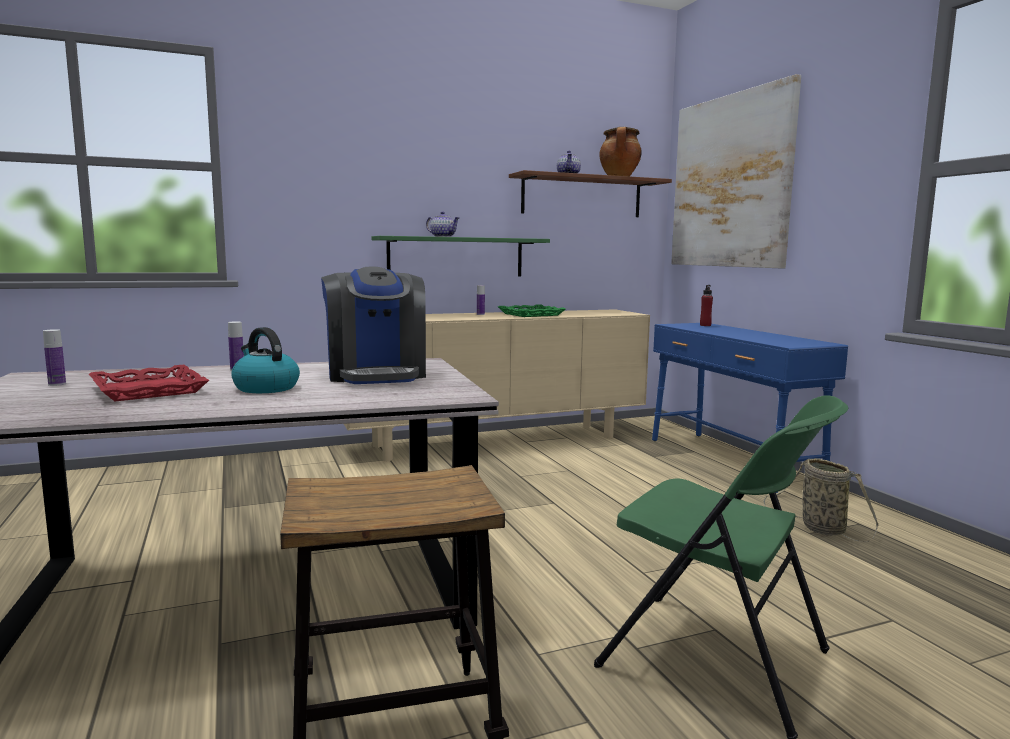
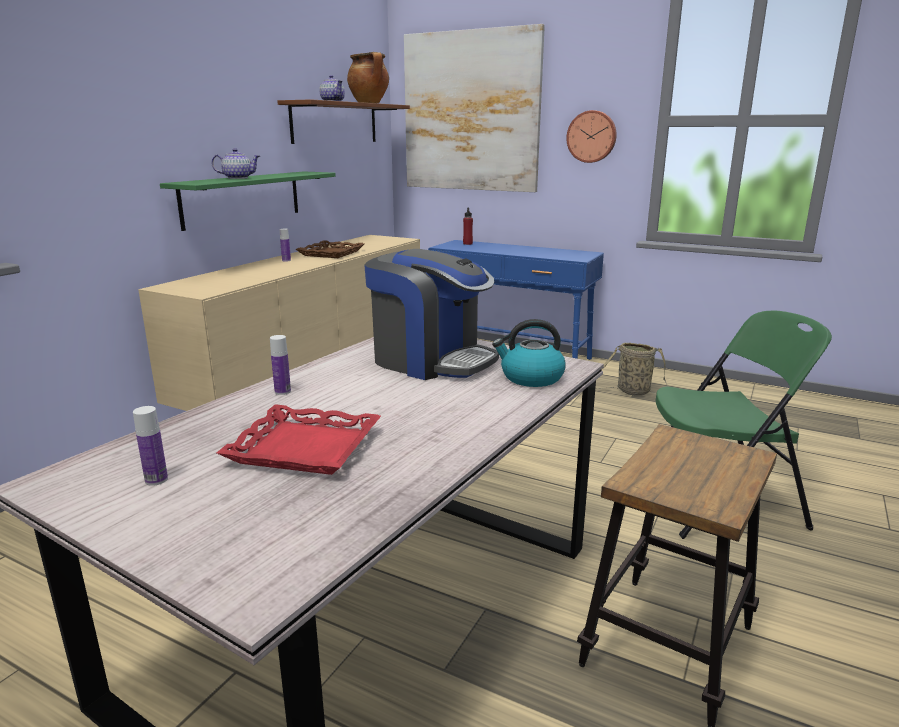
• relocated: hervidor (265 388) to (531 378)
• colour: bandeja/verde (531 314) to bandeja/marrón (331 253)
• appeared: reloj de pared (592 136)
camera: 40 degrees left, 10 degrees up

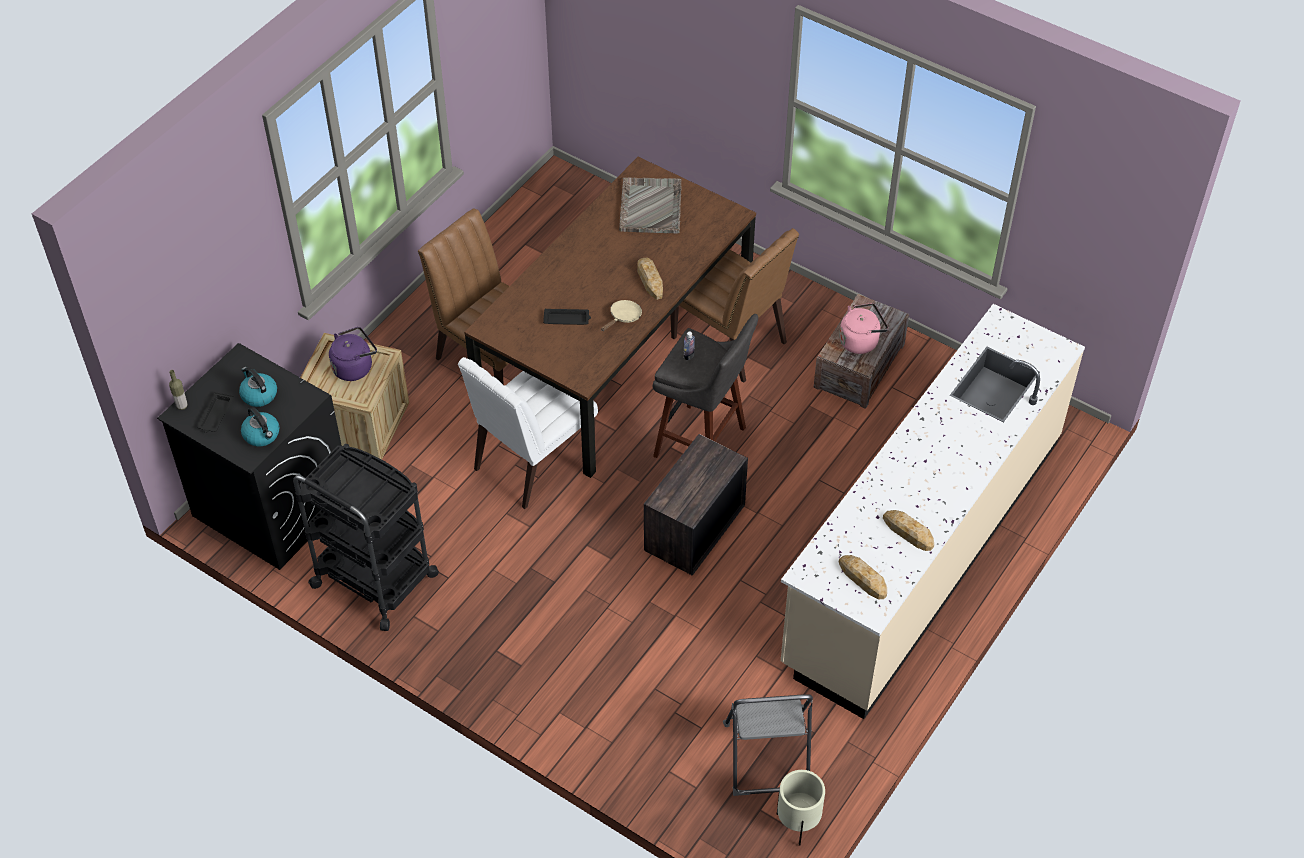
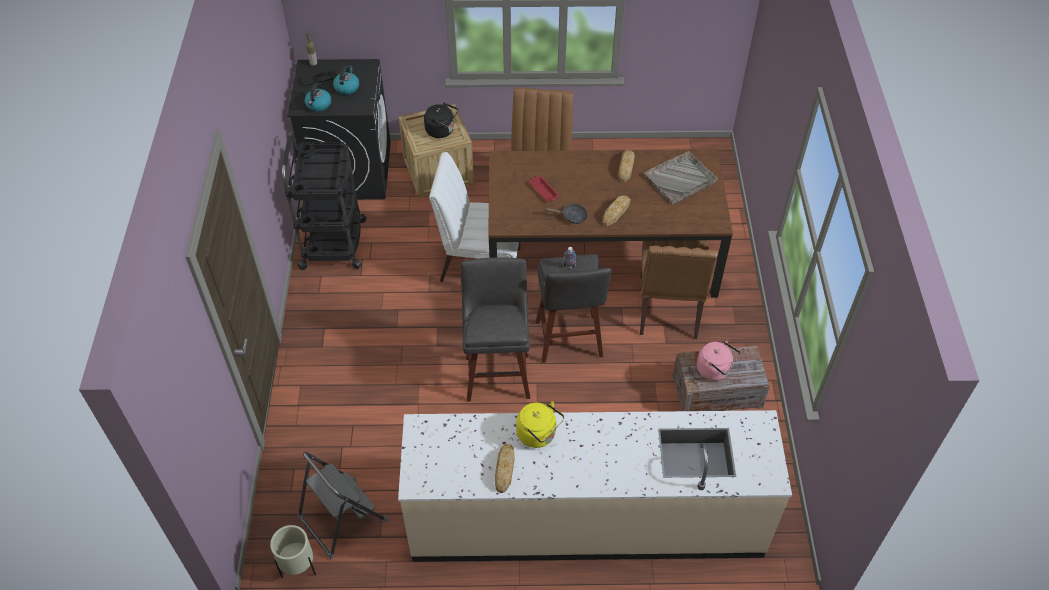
• colour: hervidor/morado (354 367) to hervidor/negro (442 131)
• colour: bandeja/negro (567 319) to bandeja/rojo (544 191)
• colour: sartén/beis (623 317) to sartén/negro (571 216)
• exchanged: caja de embalaje (695 526) to taburete/gris (498 375)
• relocated: pan (862 579) to (626 167)
• appeared: hervidor/amarillo (539 435)
camera: 55 degrees right, 0 degrees up

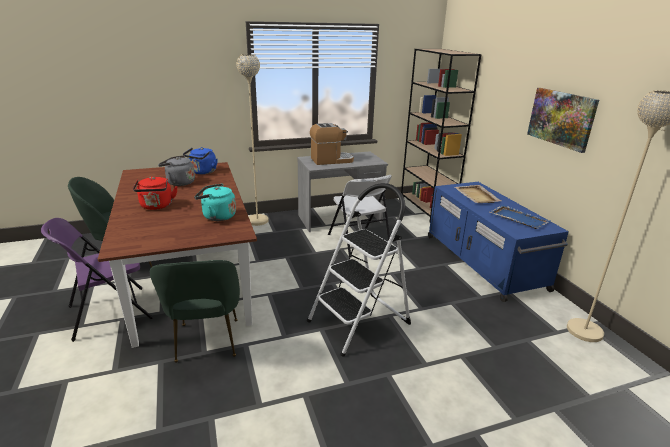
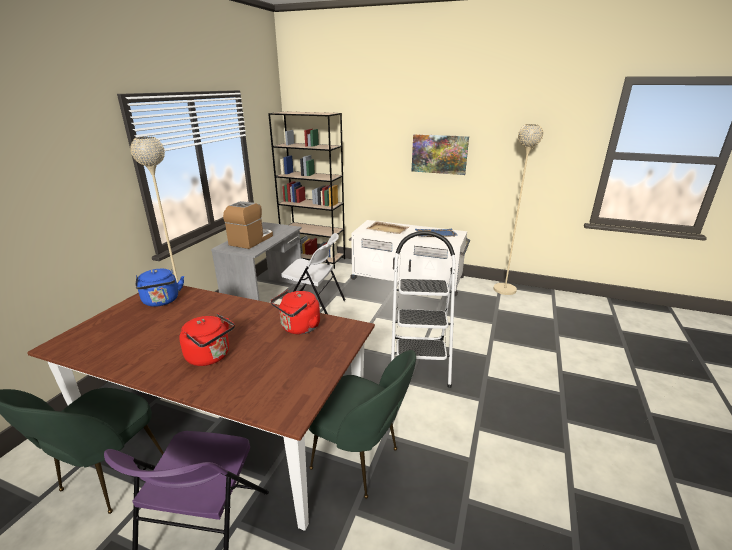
• missing: hervidor/gris (179 182)
• colour: hervidor/turquesa (217 216) to hervidor/rojo (298 328)
• colour: armario/azul (483 262) to armario/blanco (407 278)
camera: 50 degrees left, 0 degrees up

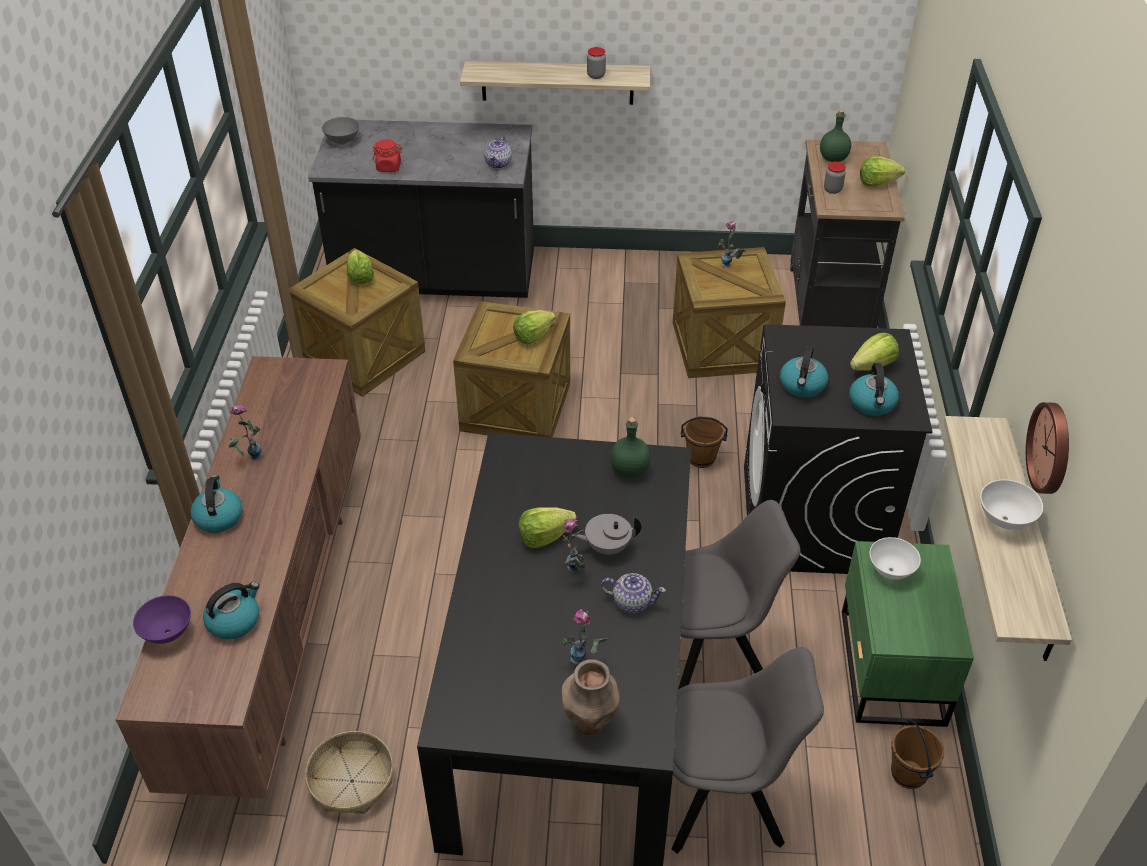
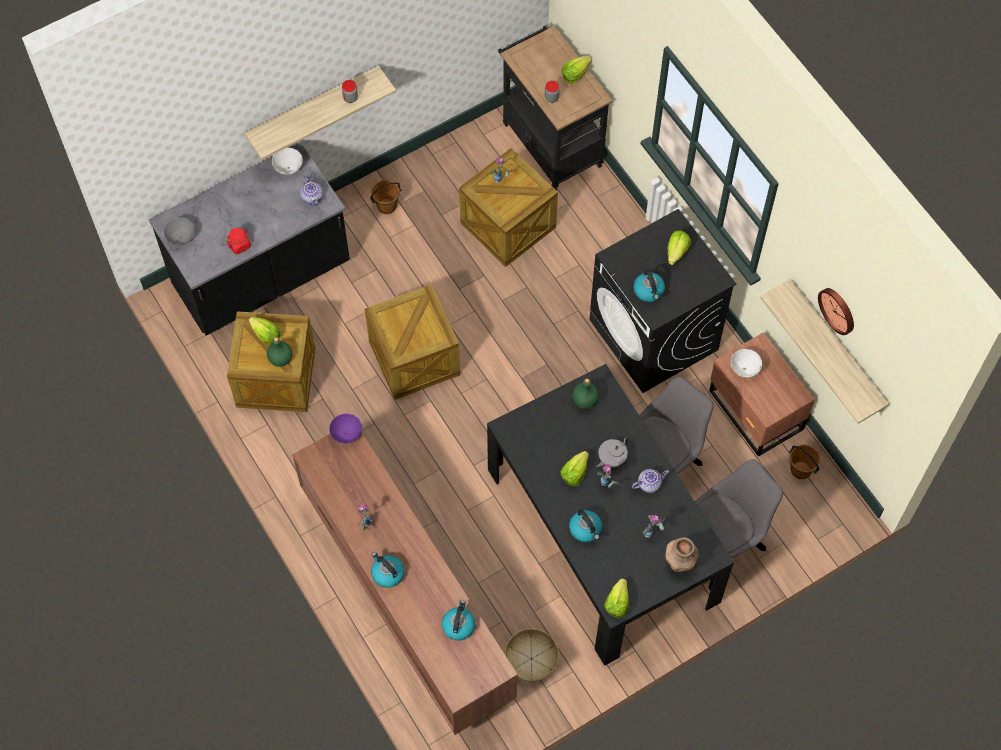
• relocated: cuenco/morado (167 633) to (346 434)
• relocated: lechuga (533 336) to (617 603)
• relocated: cubo/marrón (701 458) to (386 206)
• relocated: botella/verde (833 159) to (280 359)
• colour: mesita de noche/verde (889 669) to mesita de noche/marrón (755 412)
• relocated: hervidor (872 403) to (586 529)
• relocated: cuenco/blanco (1004 520) to (288 168)
camera: 35 degrees left, 20 degrees up

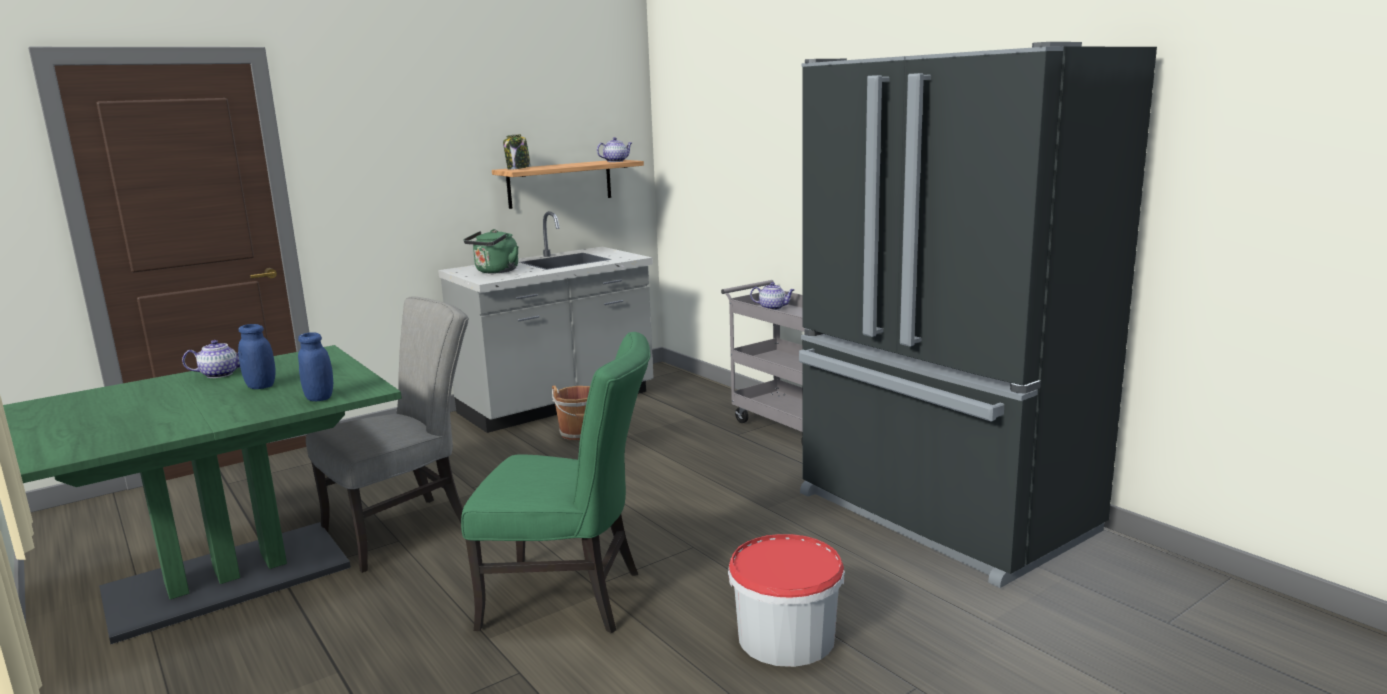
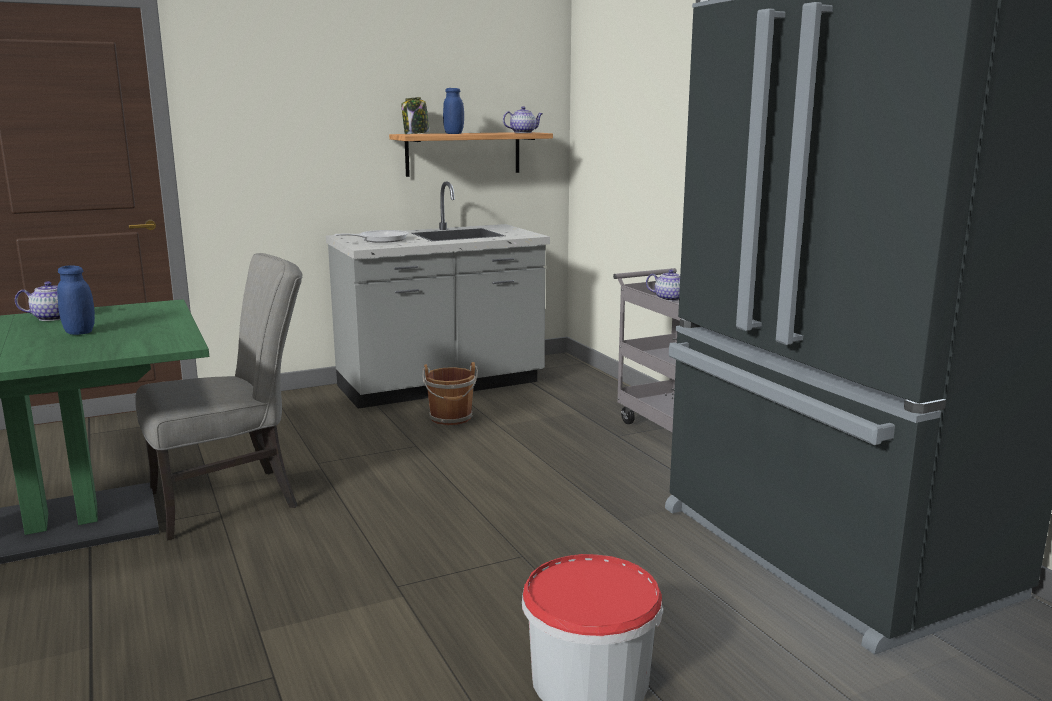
• relocated: tarro/azul (319 398) to (454 134)
• missing: silla/verde (572 598)
• exchanged: hervidor/verde (495 271) to sartén (379 240)
camera: 10 degrees right, 0 degrees up

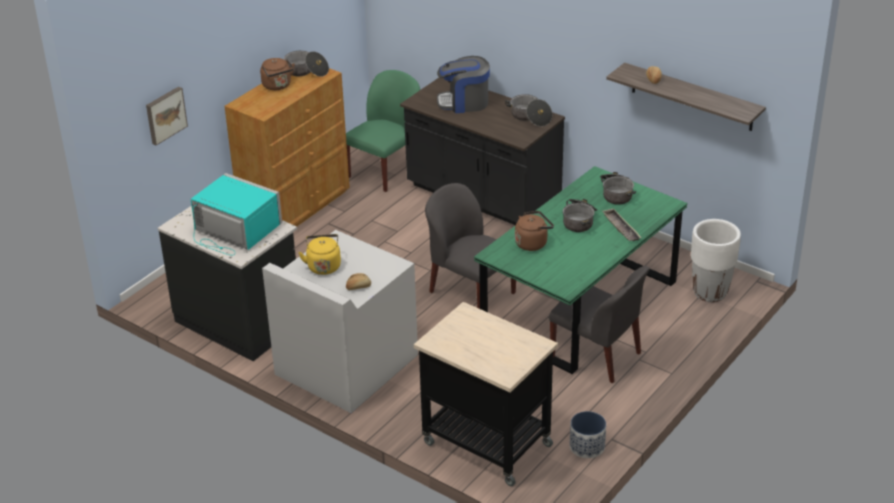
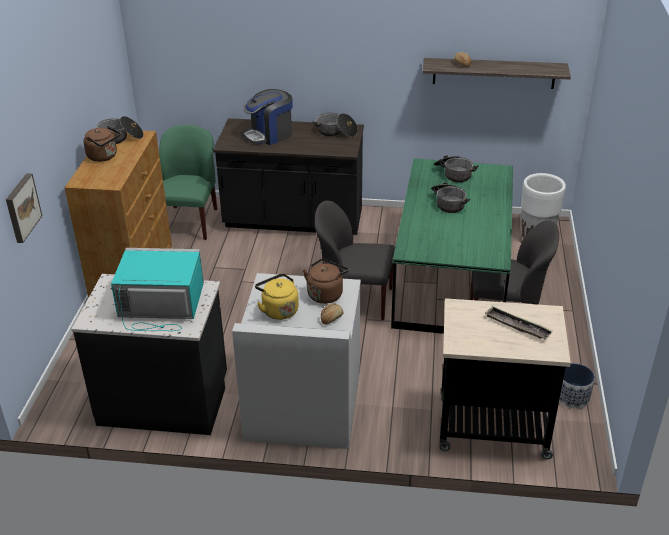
• relocated: hervidor/marrón (532 243) to (326 294)
• relocated: bandeja (621 228) to (517 326)
camera: 30 degrees left, 0 degrees up

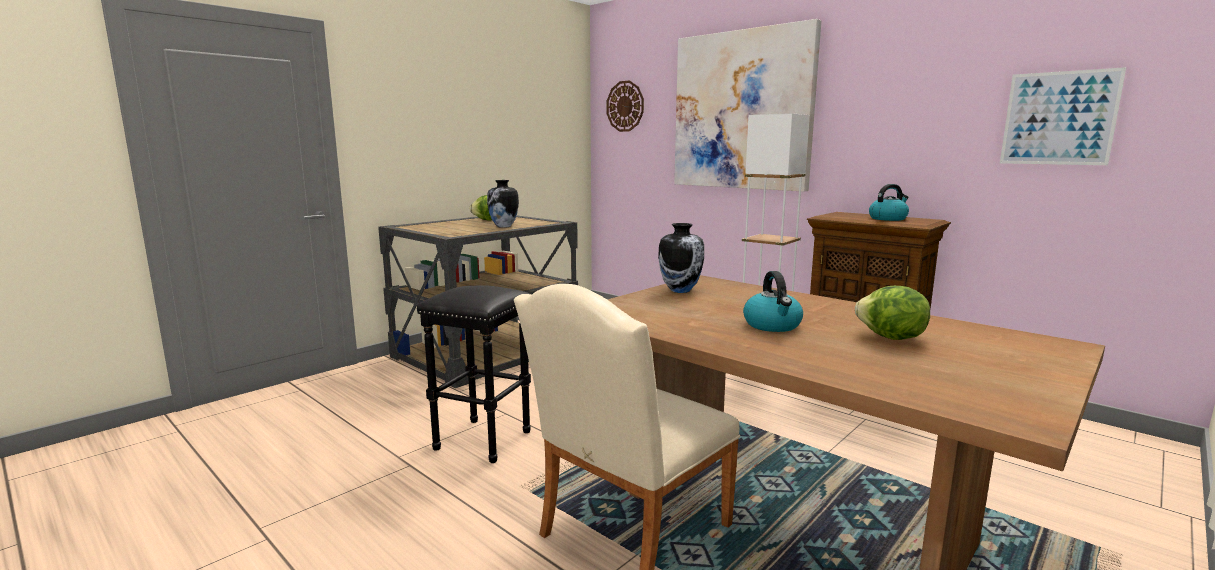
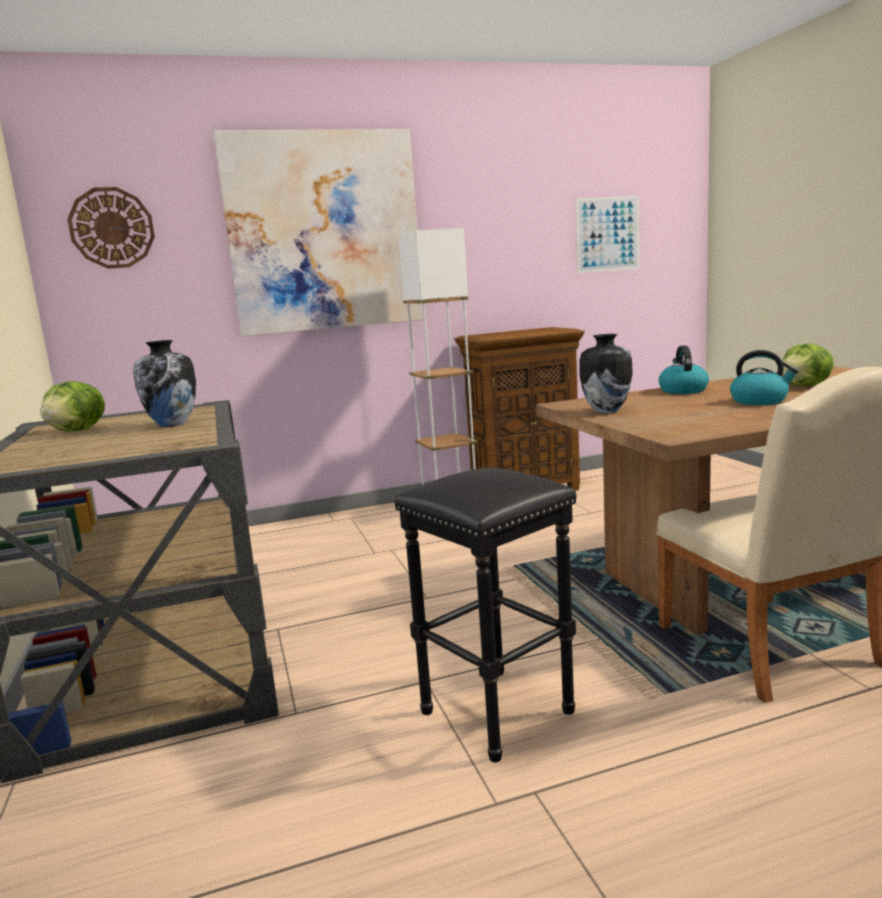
• relocated: hervidor (888 218) to (682 390)
camera: 60 degrees left, 0 degrees up

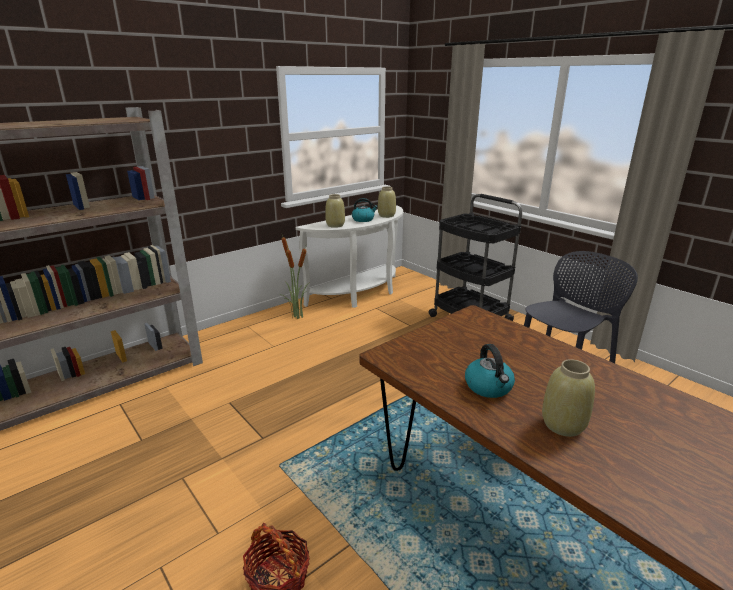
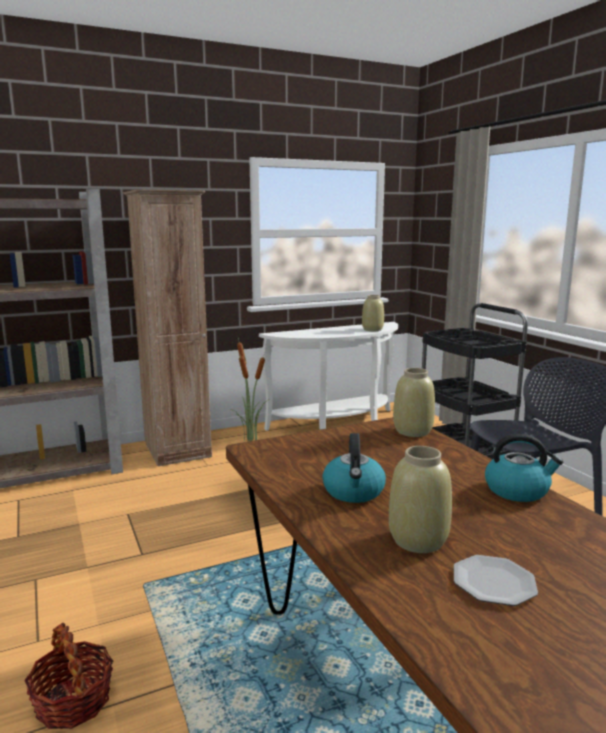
• relocated: florero/beis (335 225) to (413 431)
• relocated: hervidor (363 219) to (517 490)
• appeared: armario/marrón (178 450)
• appeared: plato (493 583)
camera: 15 degrees right, 10 degrees down

